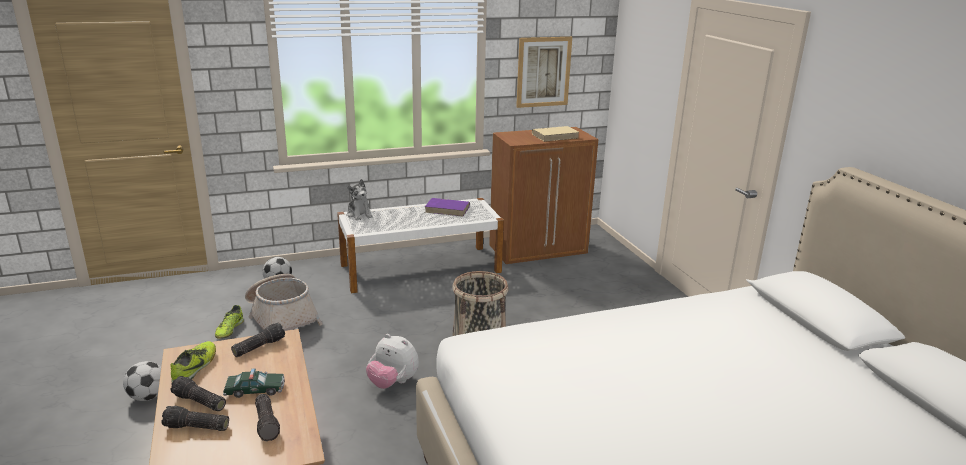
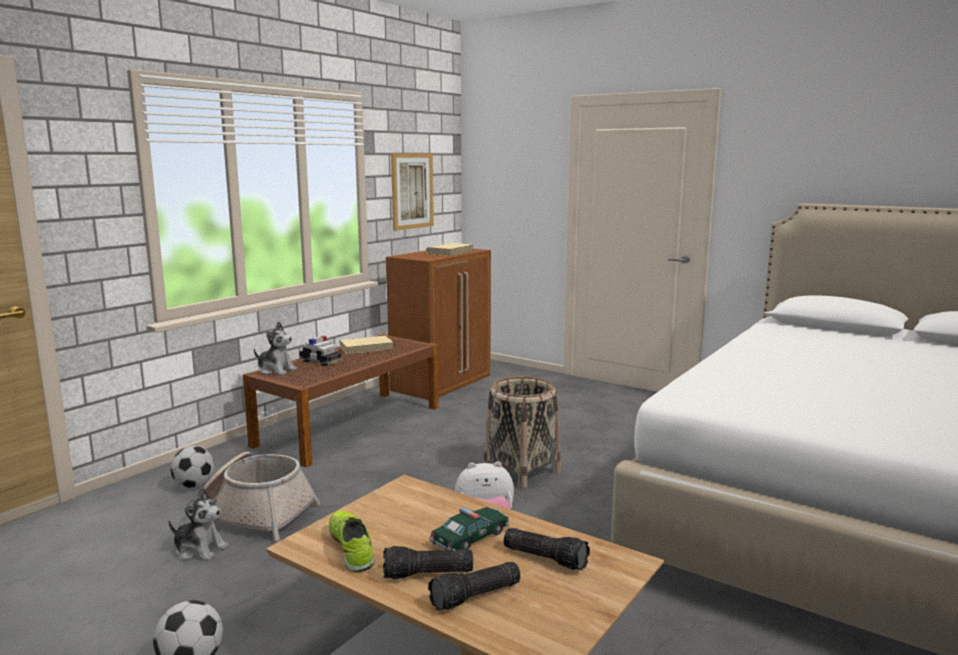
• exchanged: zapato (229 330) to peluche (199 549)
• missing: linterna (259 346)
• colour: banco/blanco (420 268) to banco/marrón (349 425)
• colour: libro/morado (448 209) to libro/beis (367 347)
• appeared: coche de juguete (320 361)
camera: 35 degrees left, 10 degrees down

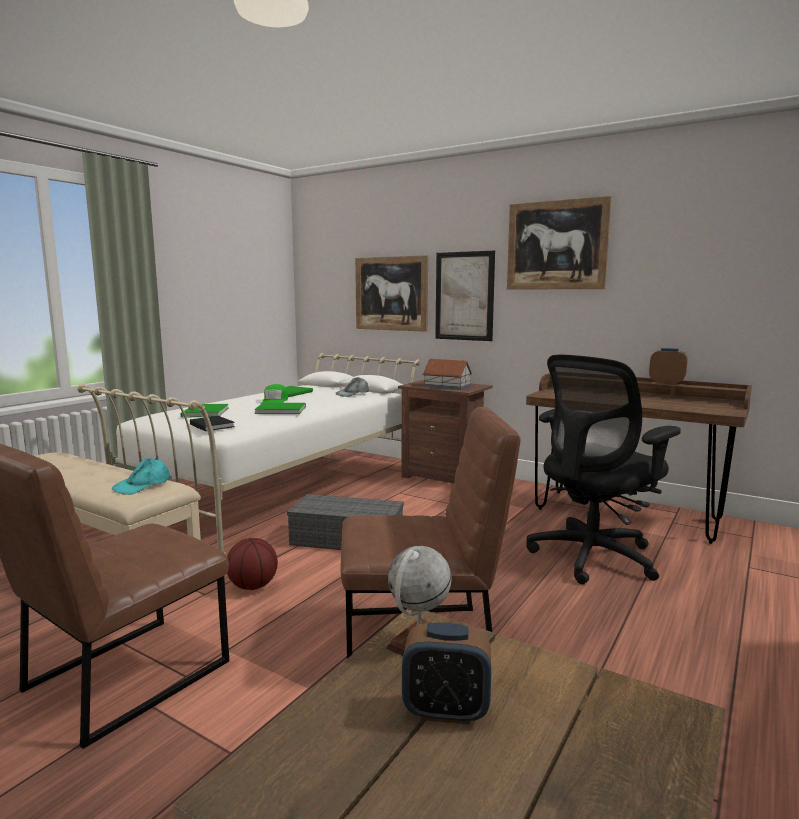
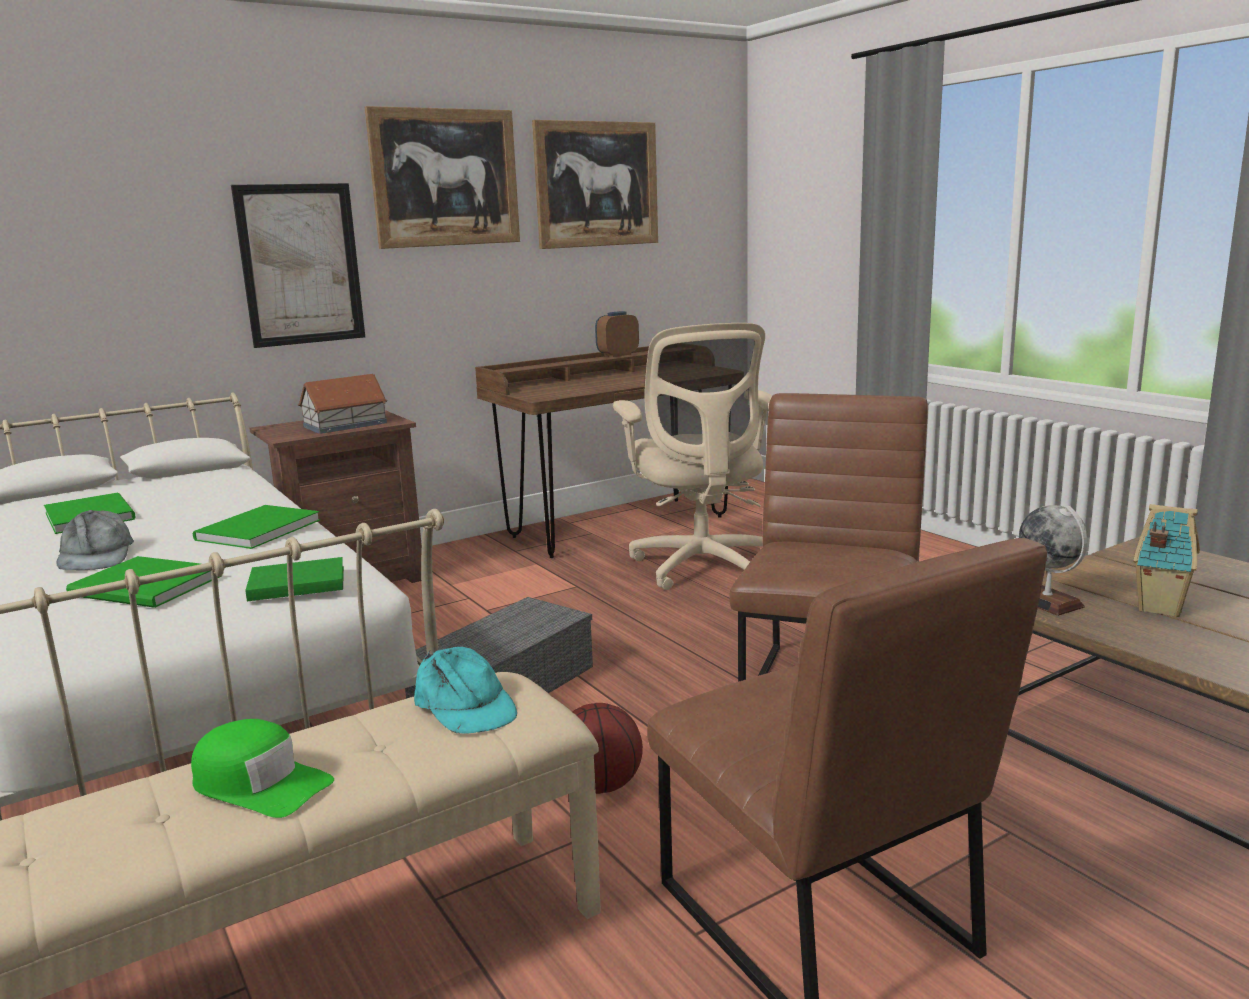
• colour: libro/negro (212 425) to libro/verde (294 583)
• relocated: gorra/verde (275 401) to (260 784)
• relocated: gorra/gris (353 393) to (96 556)
• relocated: cuadro (391 293) to (597 184)
• exchanged: despertador (446 711) to casita (1158 607)
• colour: silla de oficina/negro (596 553) to silla de oficina/beis (698 563)
camera: 65 degrees left, 5 degrees up

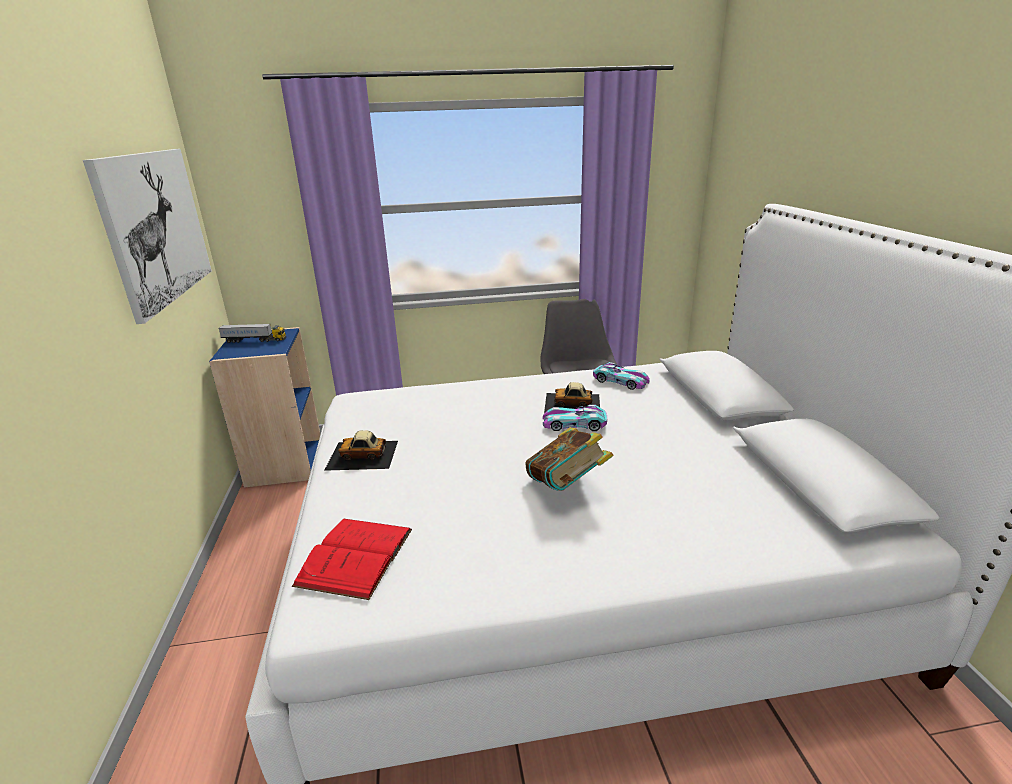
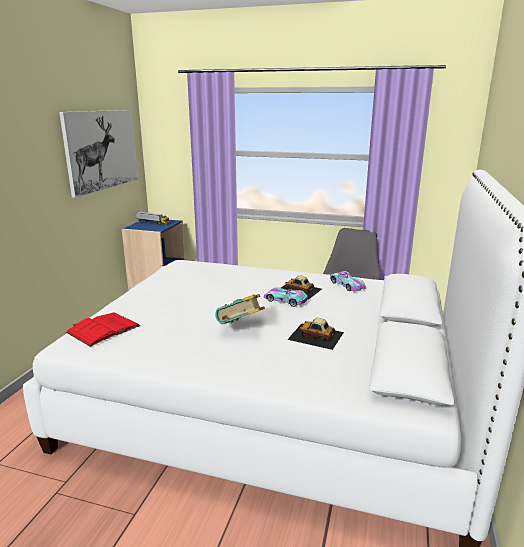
• relocated: coche de juguete (363 455) to (316 336)
camera: 25 degrees right, 5 degrees down

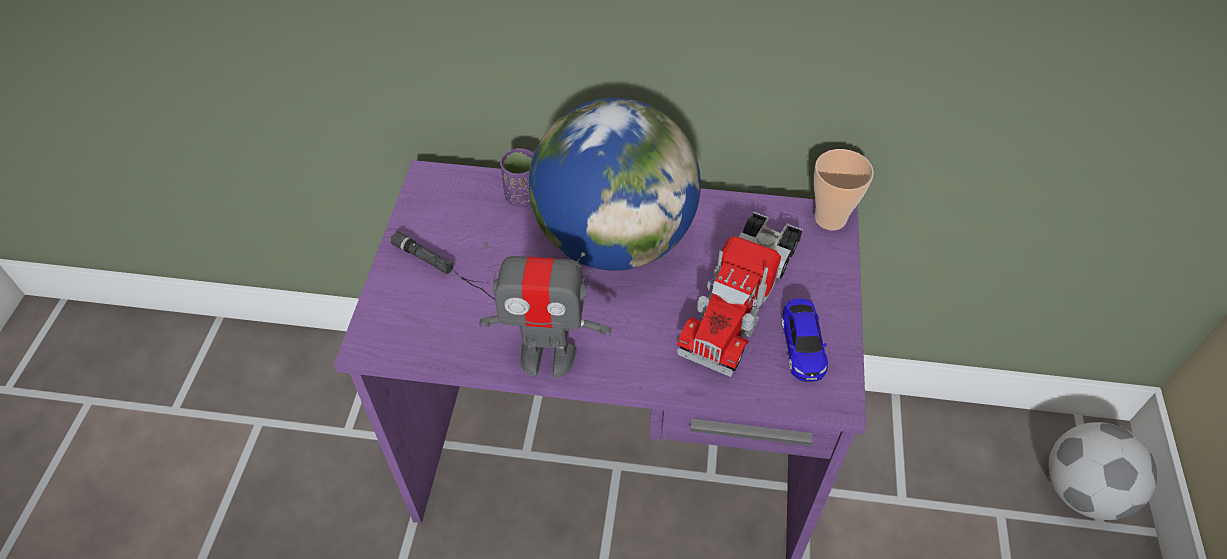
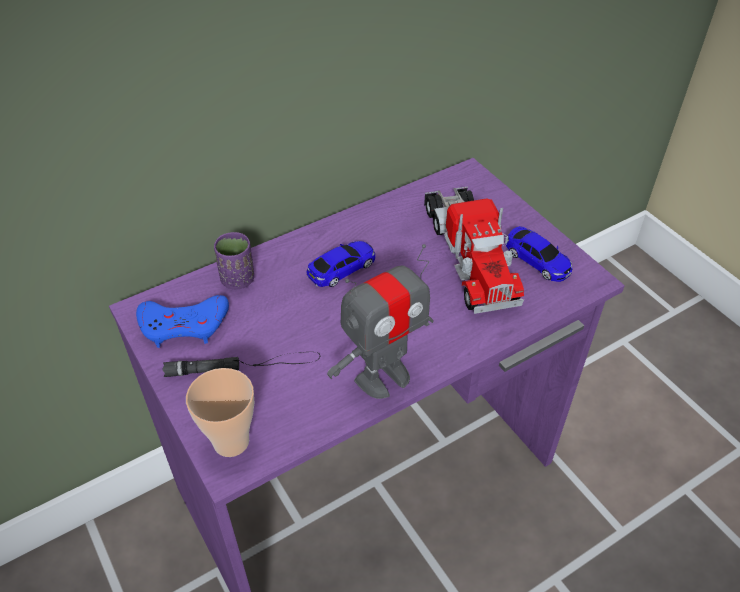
• exchanged: globo terráqueo (614 240) to coche de juguete (342 269)
• relocated: taza (830 219) to (231 441)
• missing: balón de fútbol (1082 491)
• appeared: mando de consola/azul (184 325)
camera: 40 degrees left, 5 degrees down

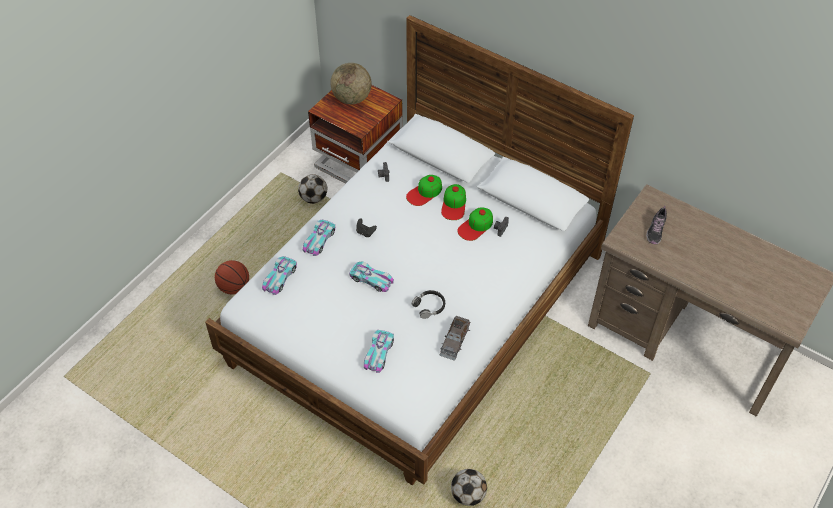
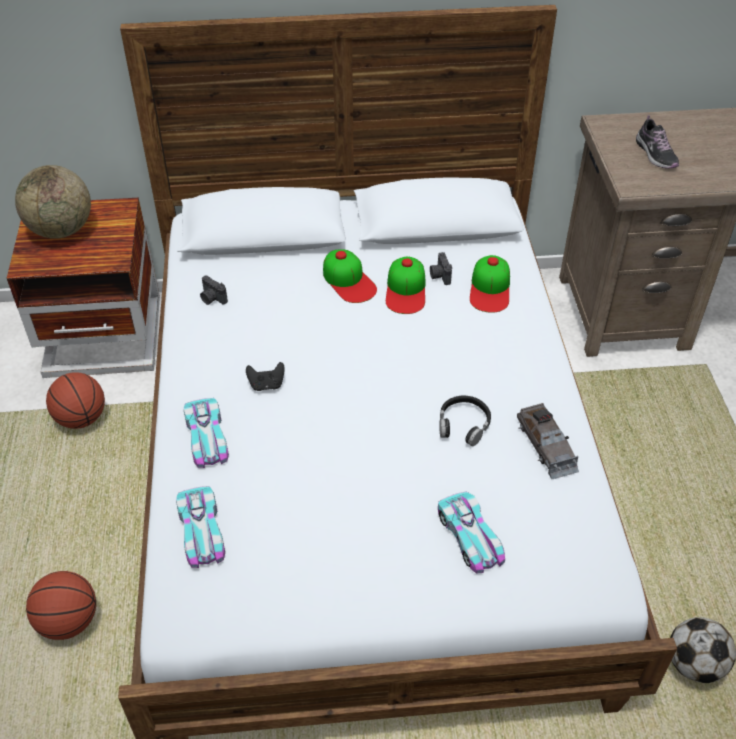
• exchanged: balón de fútbol (314 198) to balón de baloncesto (81 418)
• missing: coche de juguete (371 279)
• relocated: gorra (424 192) to (490 288)
camera: 40 degrees left, 5 degrees down

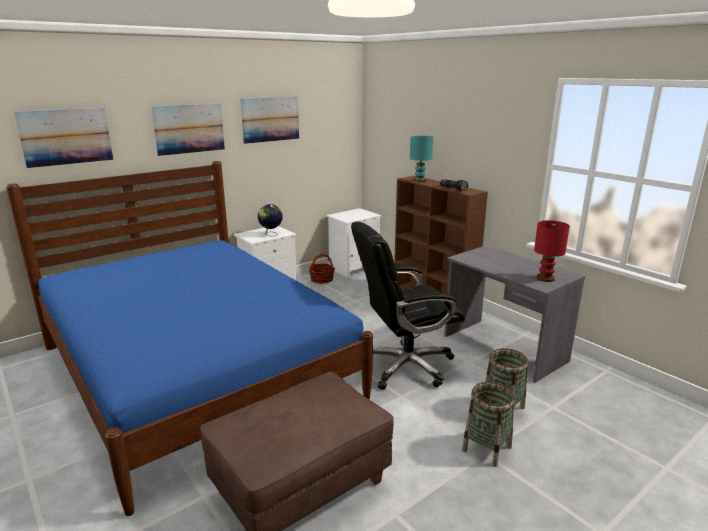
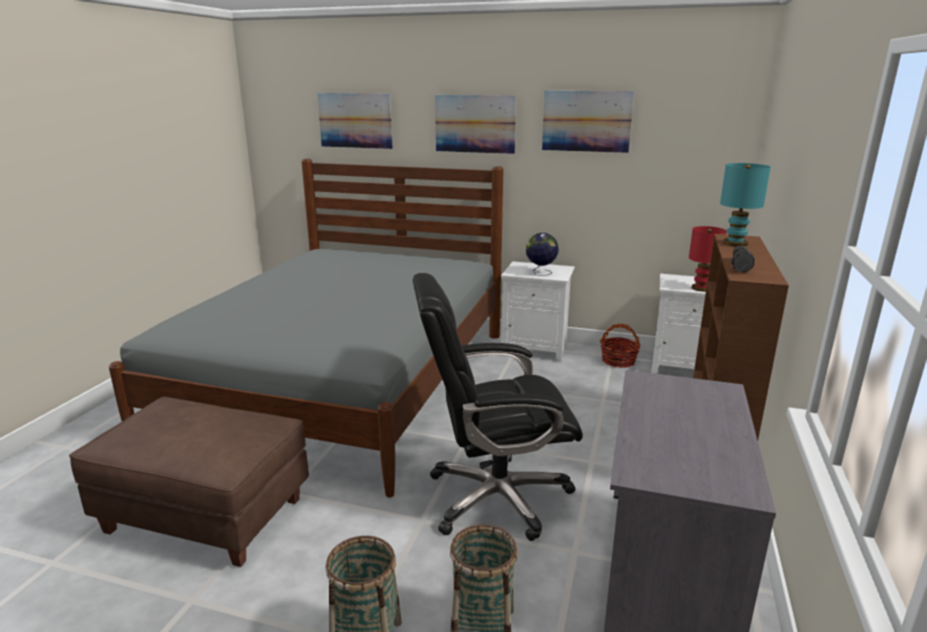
• colour: cama/azul (195 371) to cama/gris (345 382)
• spun: silla de oficina/negro (405 366) = (495 497) 45 degrees counterclockwise
• relocated: lámpara de mesa/rojo (545 278) to (701 288)
camera: 55 degrees right, 0 degrees up

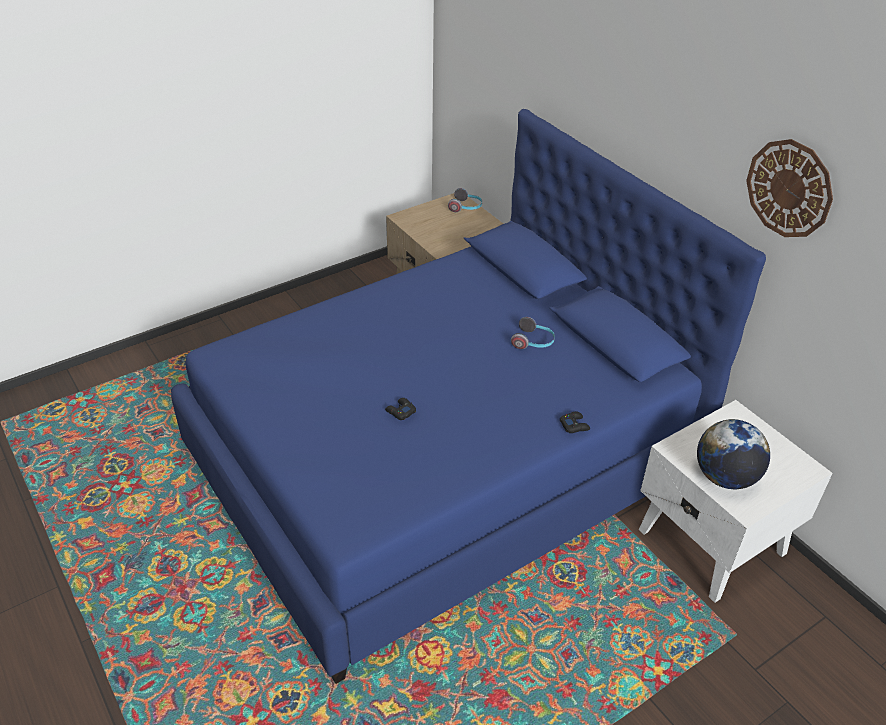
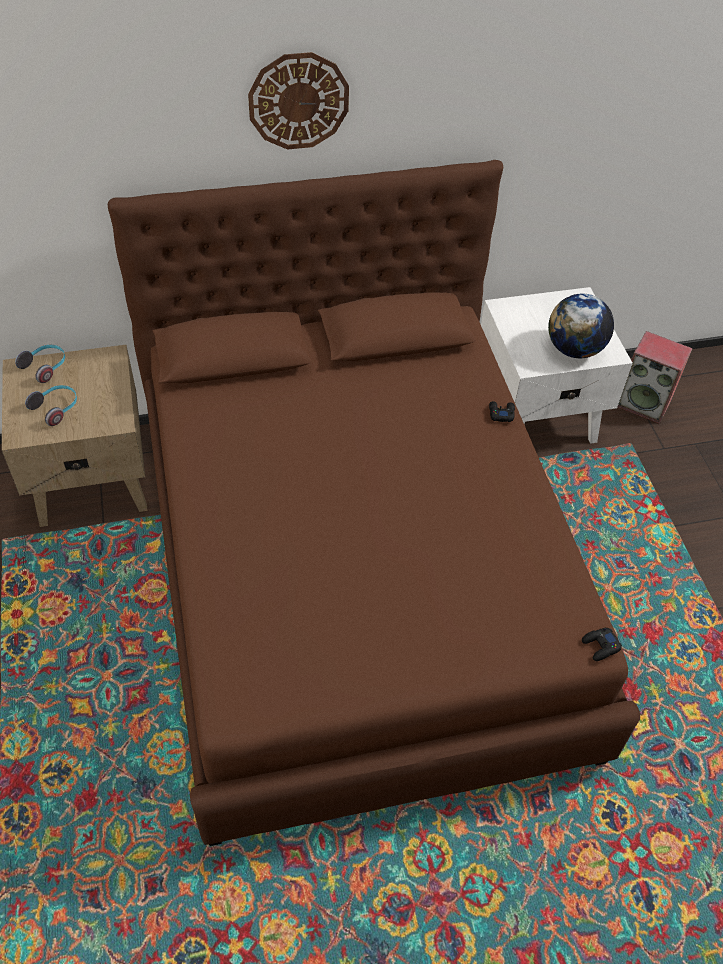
• colour: cama/azul (442 463) to cama/marrón (356 577)
• relocated: mando de consola/negro (400 411) to (600 646)
• relocated: auriculares (533 342) to (56 409)
• relocated: reloj de pared (789 188) to (298 101)
• appeared: altavoz (644 403)
camera: 70 degrees left, 10 degrees up

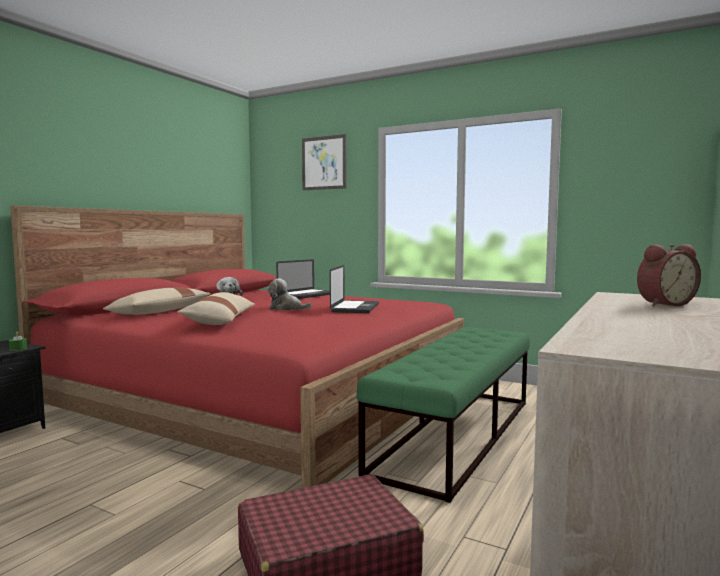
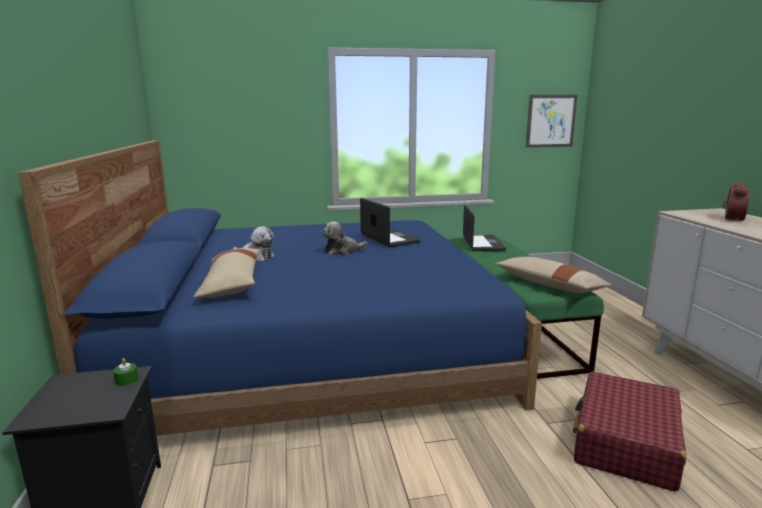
• colour: cama/rojo (263 396) to cama/azul (311 342)
• relocated: cojín/beis (220 320) to (549 285)
• relocated: portátil (306 295) to (483 244)
• relocated: cuadro (324 163) to (551 121)
camera: 40 degrees left, 10 degrees up

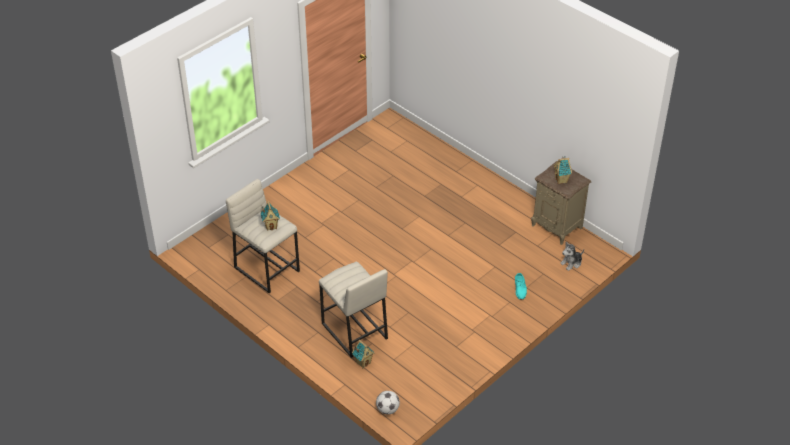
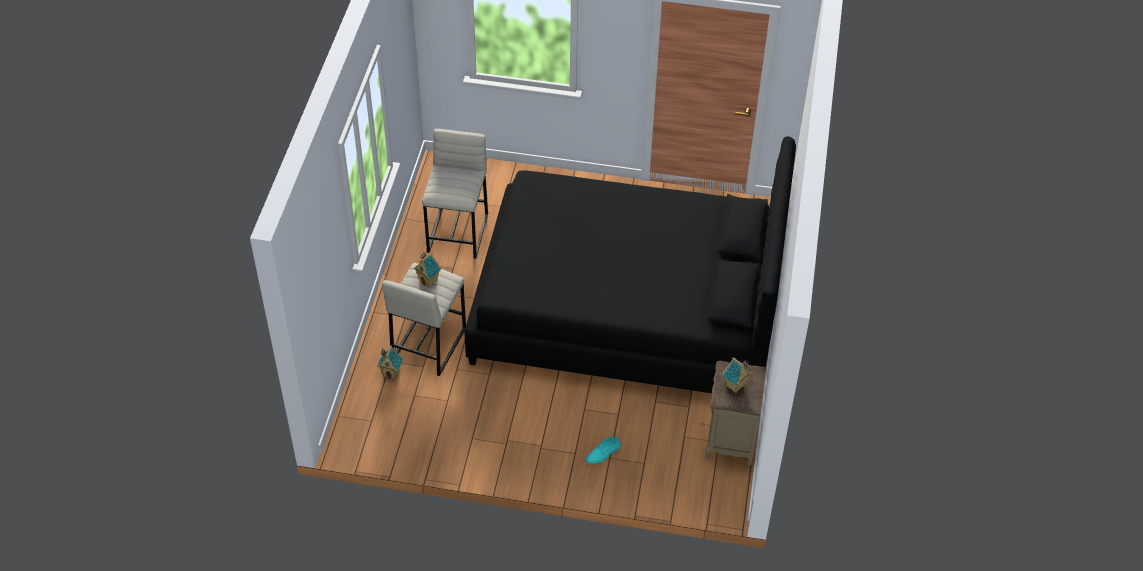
• relocated: casita (271 226) to (429 281)
• missing: balón de fútbol (387 409)
• missing: peluche (571 263)
• appeared: cama/negro (627 310)
camera: 55 degrees right, 5 degrees up

